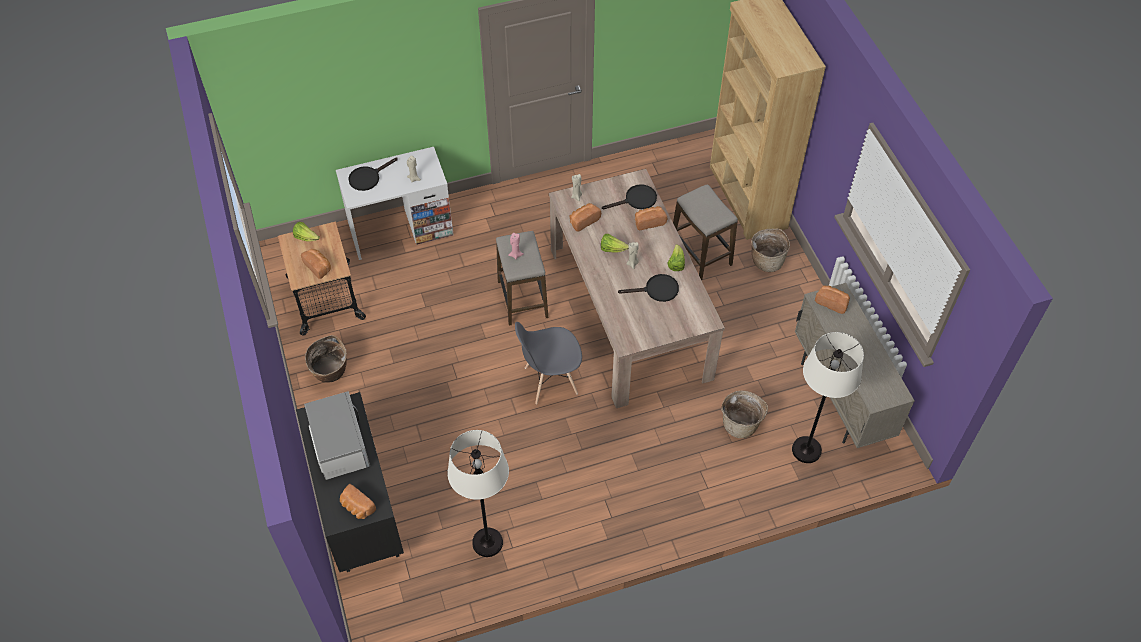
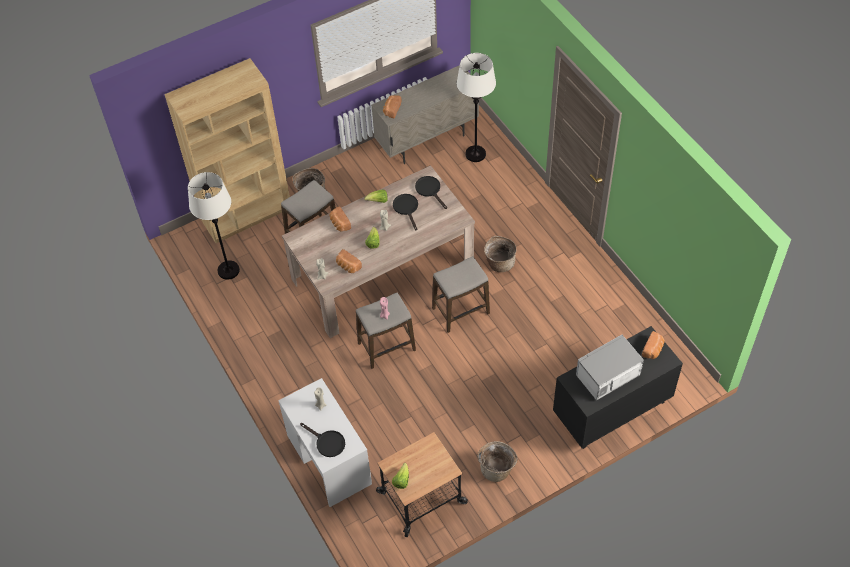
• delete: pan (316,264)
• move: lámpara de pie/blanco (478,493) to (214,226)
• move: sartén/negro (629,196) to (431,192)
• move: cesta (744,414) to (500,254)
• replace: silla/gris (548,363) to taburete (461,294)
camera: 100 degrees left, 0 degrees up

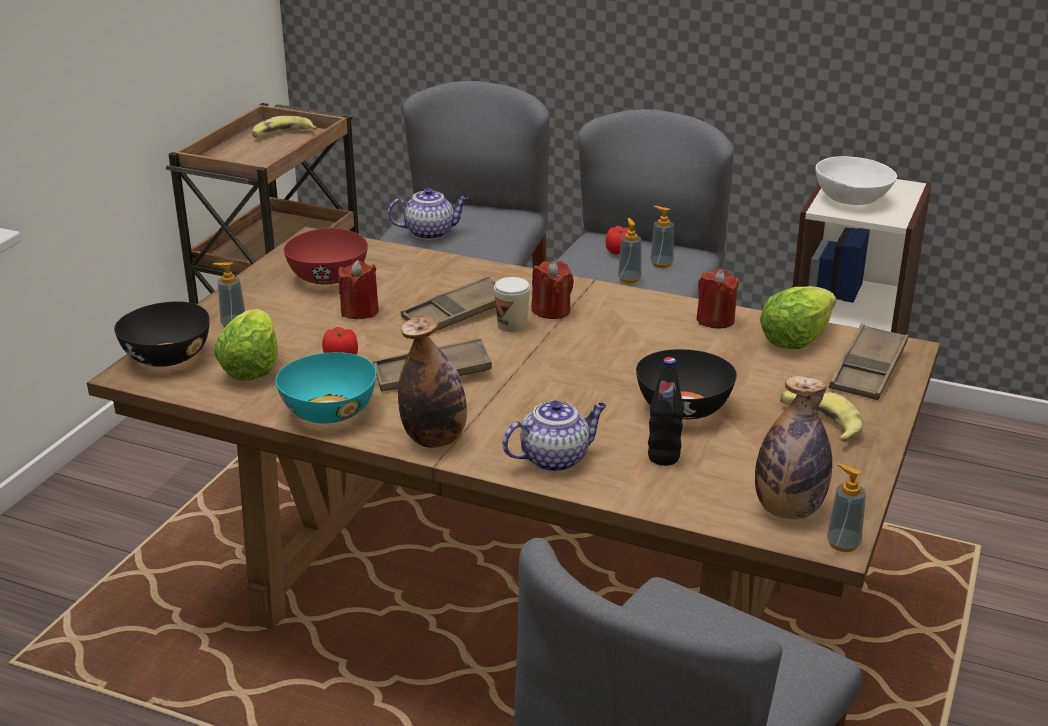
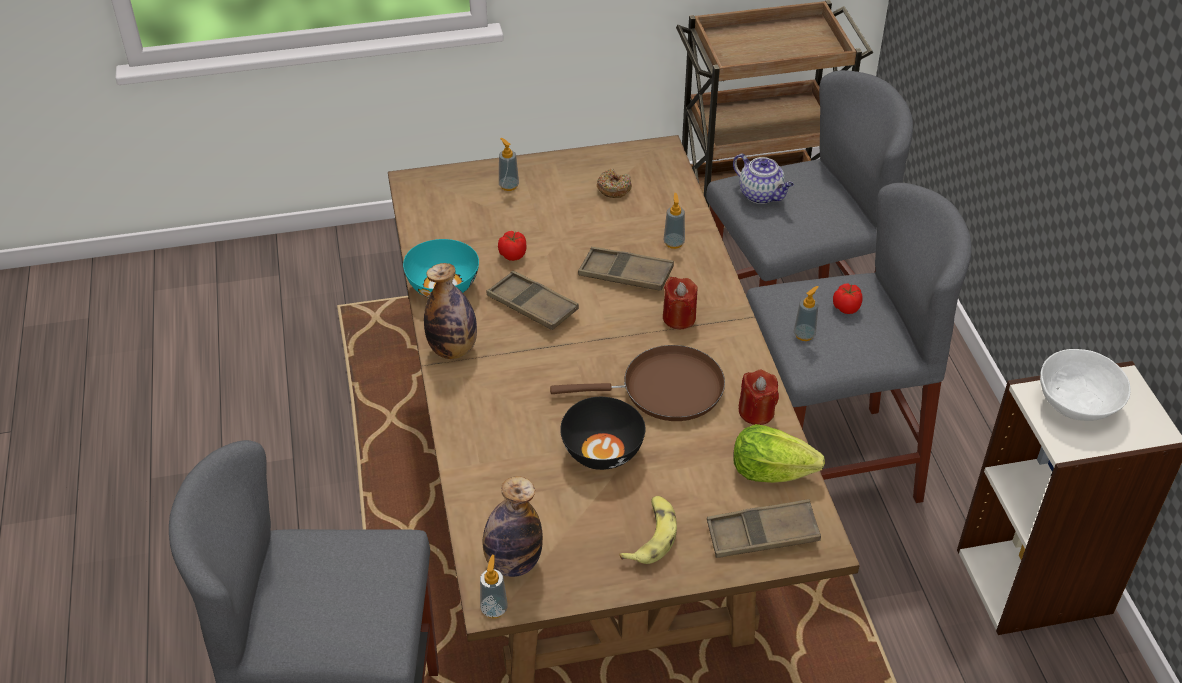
• delete: cuenco/negro (162,334)
• delete: lechuga (246,345)
• delete: plátano (284,127)
• delete: vela/rojo (358,289)
• delete: taza (512,304)
• delete: tetera (554,436)
• delete: botella/negro (666,411)
• insert: sartén/marrón (637,383)
• move: dispensador de jabón (662,237) to (674,221)
• replace: cuenco/rojo (326,256) to rosquilla (614,183)
camera: 55 degrees right, 15 degrees up

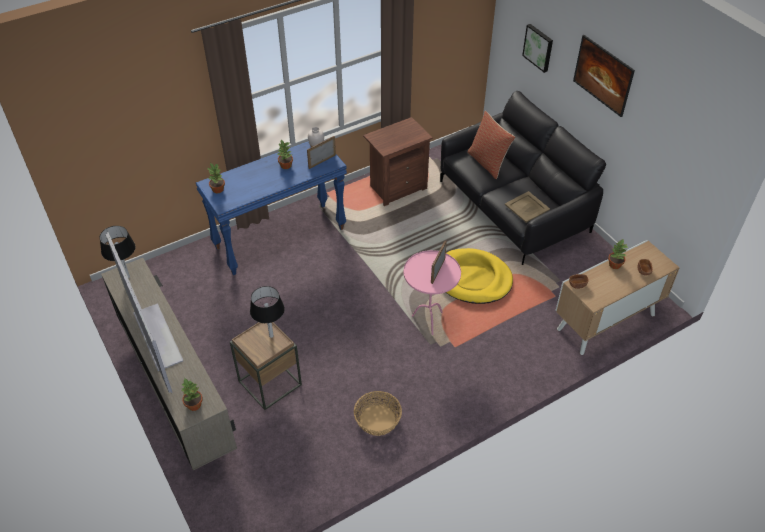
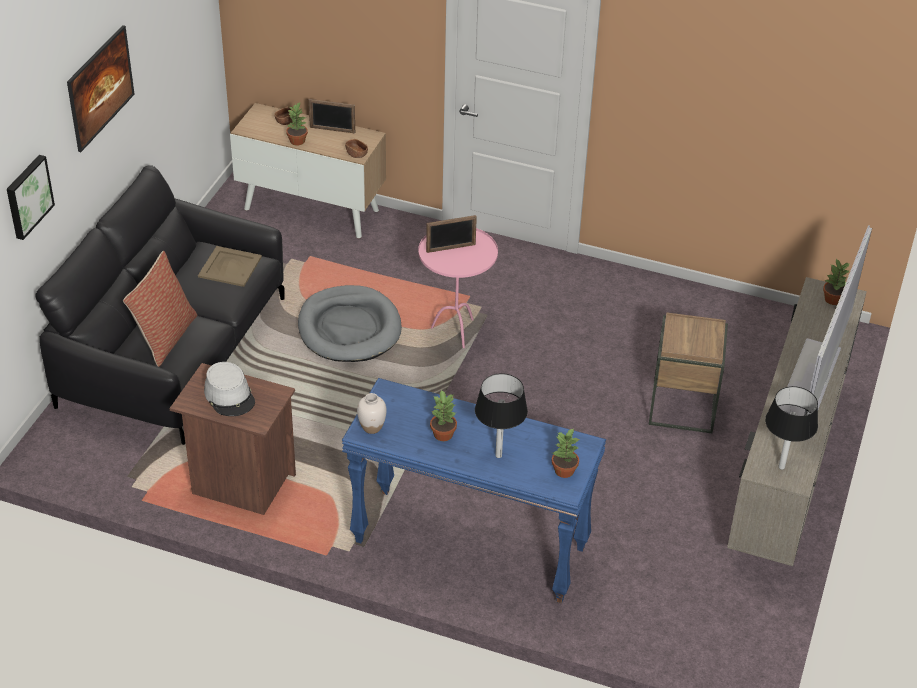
• delete: cesta (378,413)
• insert: sombrero/gris (229,389)
• move: lámpara de mesa/negro (267,312) to (501,415)
• move: portarretratos (321,152) to (332,116)
• recolor: cama para perro/amarillo (479,276) to cama para perro/gris (350,323)
camera: 130 degrees left, 5 degrees down

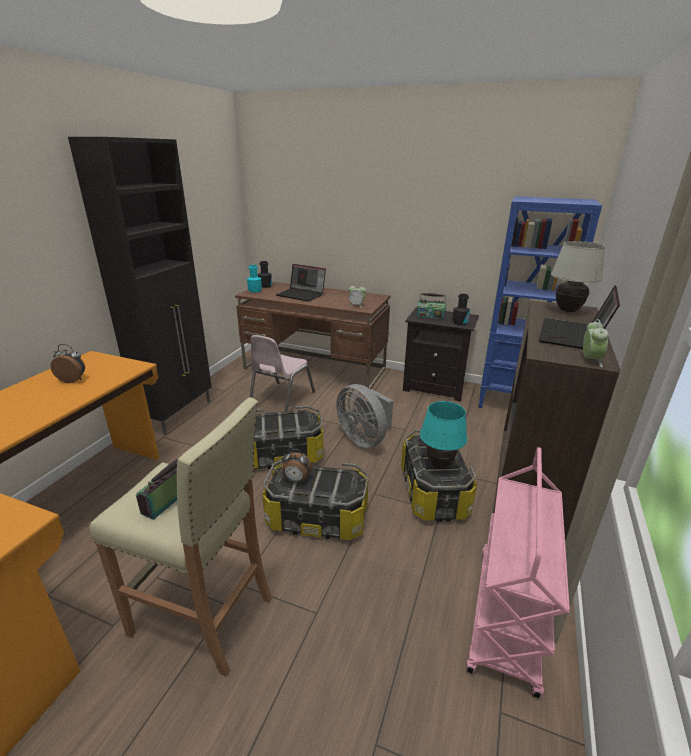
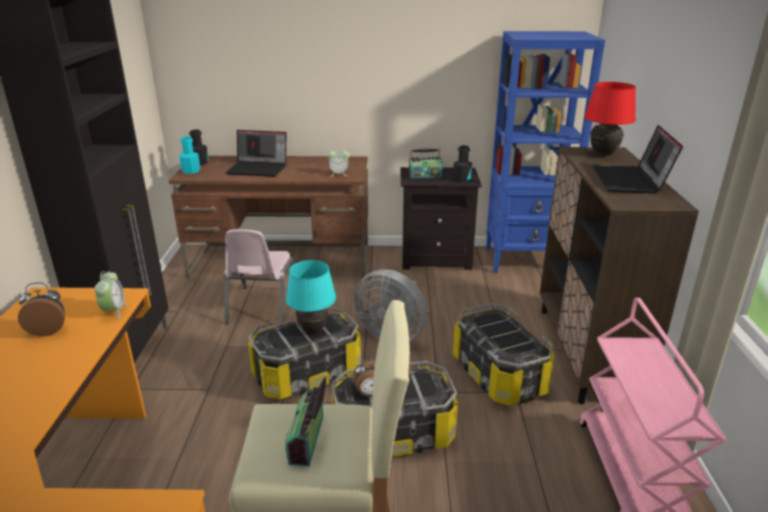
• move: lámpara de mesa/turquesa (443,435) to (311,297)
• move: despertador (595,343) to (110,295)
• recolor: lámpara de mesa/blanco (578,276) to lámpara de mesa/rojo (610,119)
camera: 20 degrees left, 0 degrees up

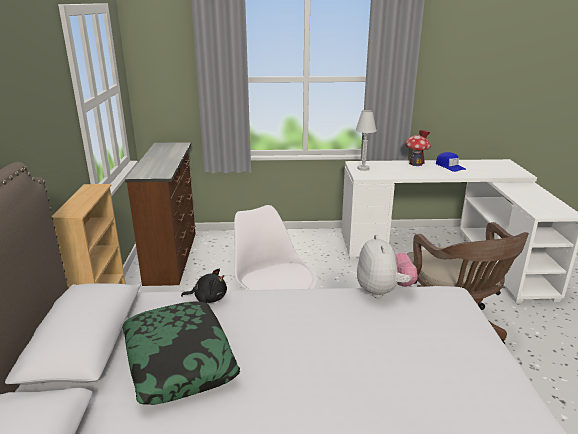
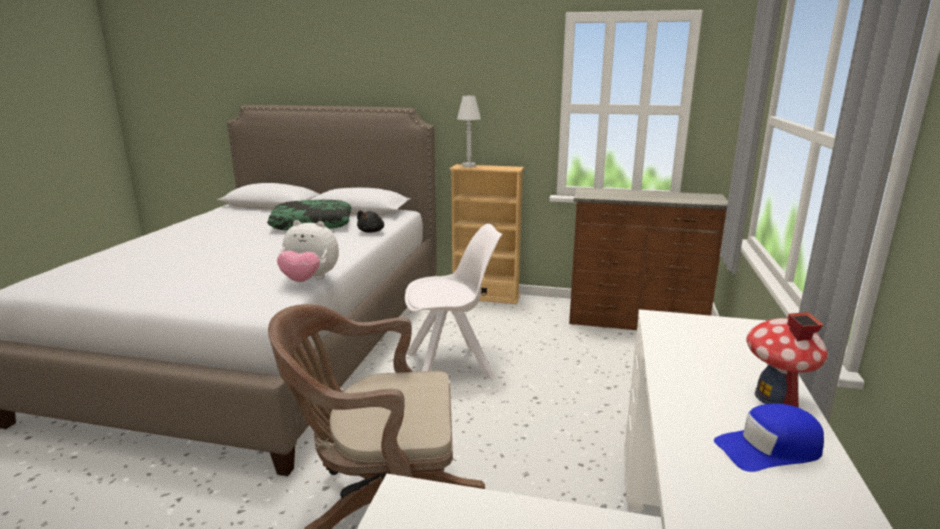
• move: lámpara de mesa/blanco (366,140) to (469,131)
camera: 105 degrees right, 5 degrees down

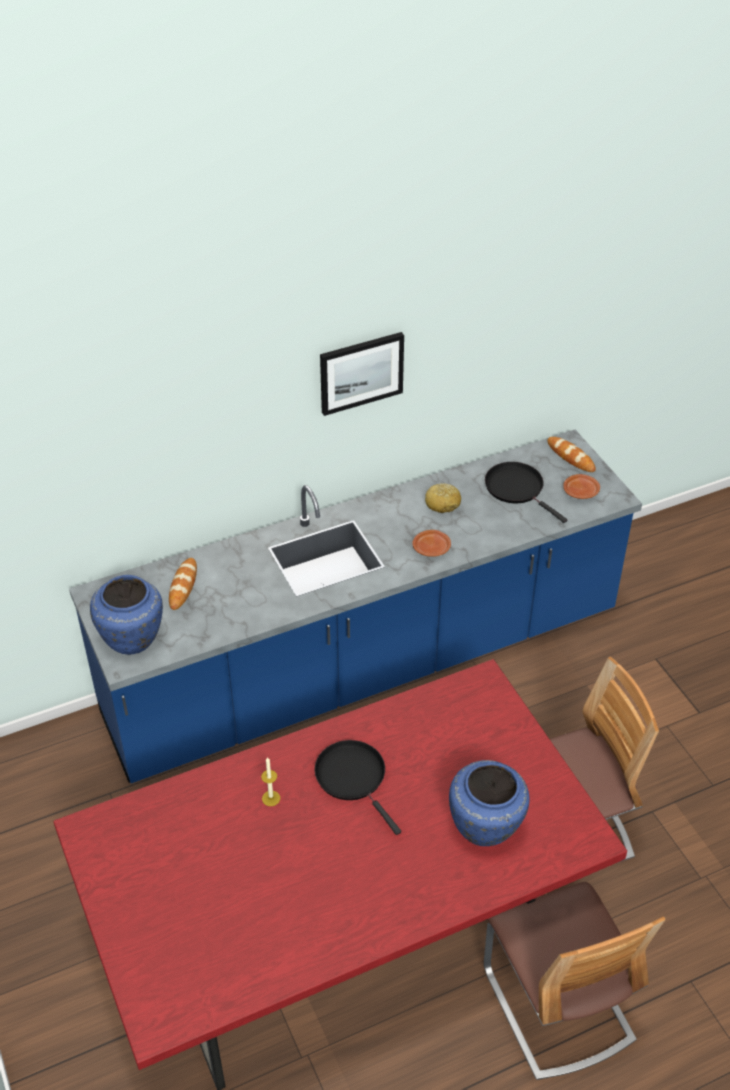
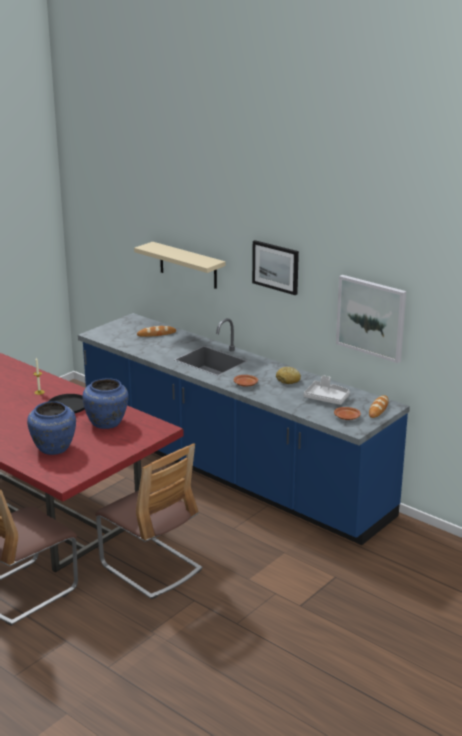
• insert: estante/beis (180,265)
• insert: cuadro (371,319)
• move: florero/azul (126,615) to (106,403)
• replace: sartén/negro (526,492) to bandeja/gris (326,390)
camera: 65 degrees right, 20 degrees down

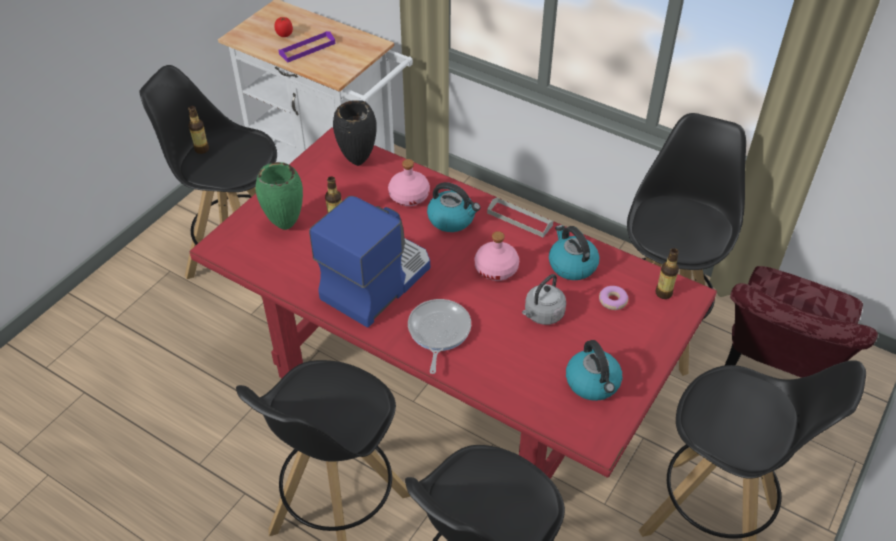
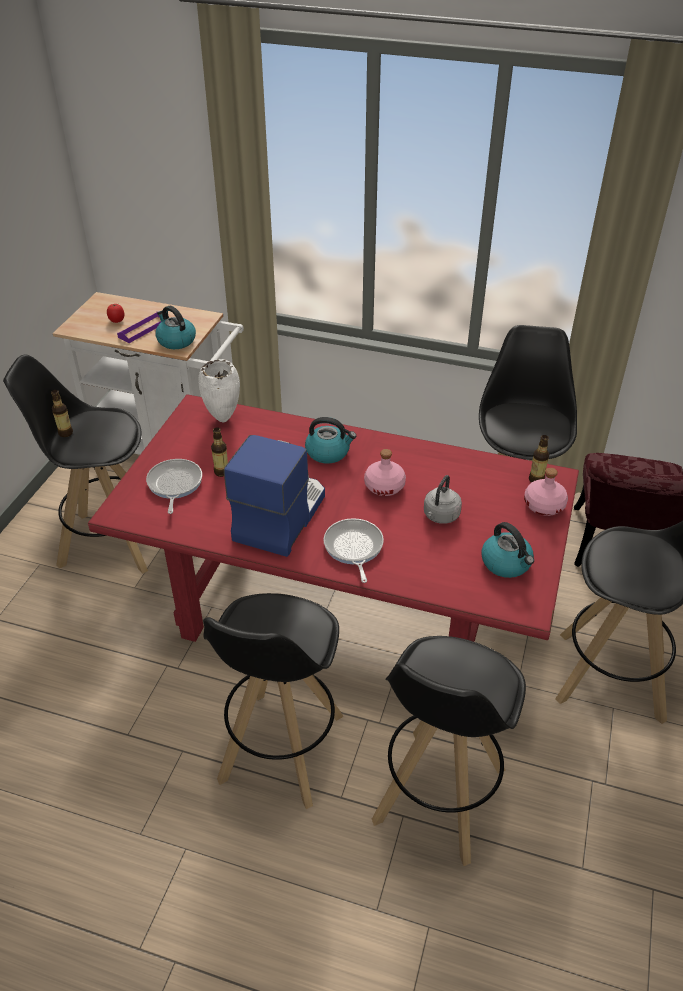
• delete: bandeja/gris (520,217)
• delete: rosquilla (614,298)
• move: botella/rosa (409,182) to (546,492)
• move: hervidor (574,252) to (175,327)
• replace: florero/verde (279,196) to sartén (174,486)
• recolor: florero/negro (355,133) to florero/blanco (219,391)
camera: 15 degrees left, 5 degrees down

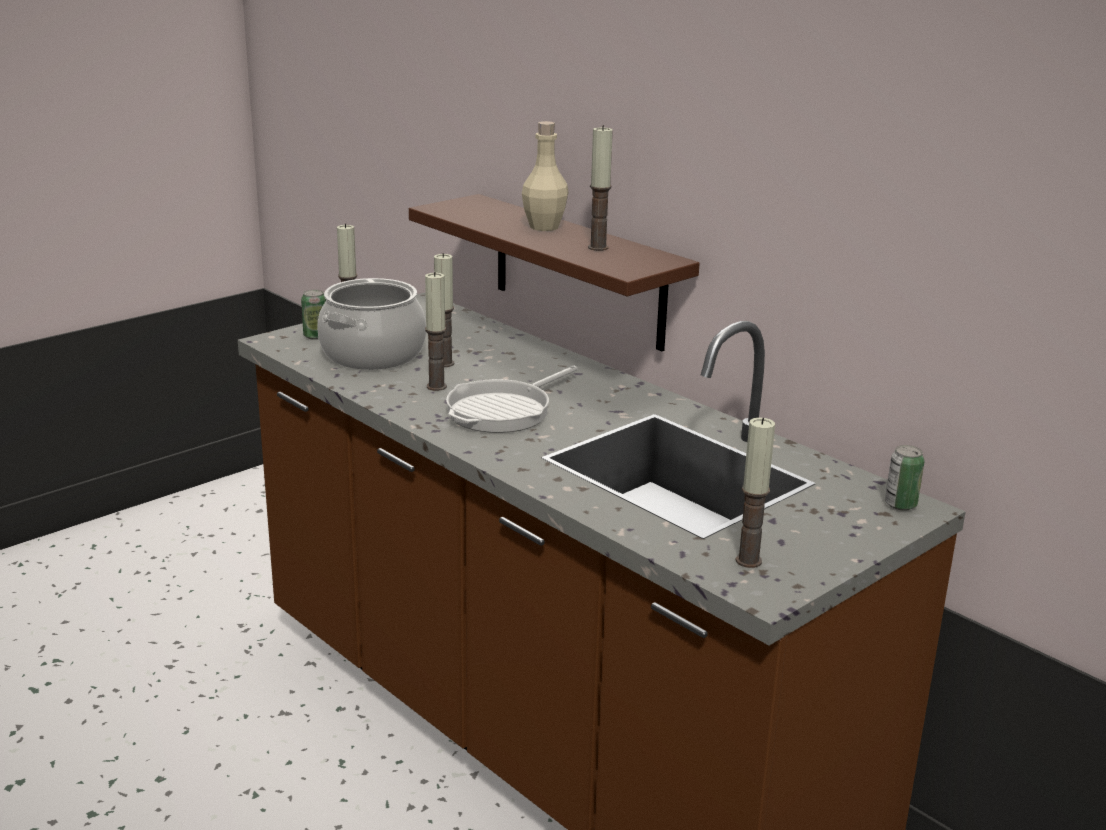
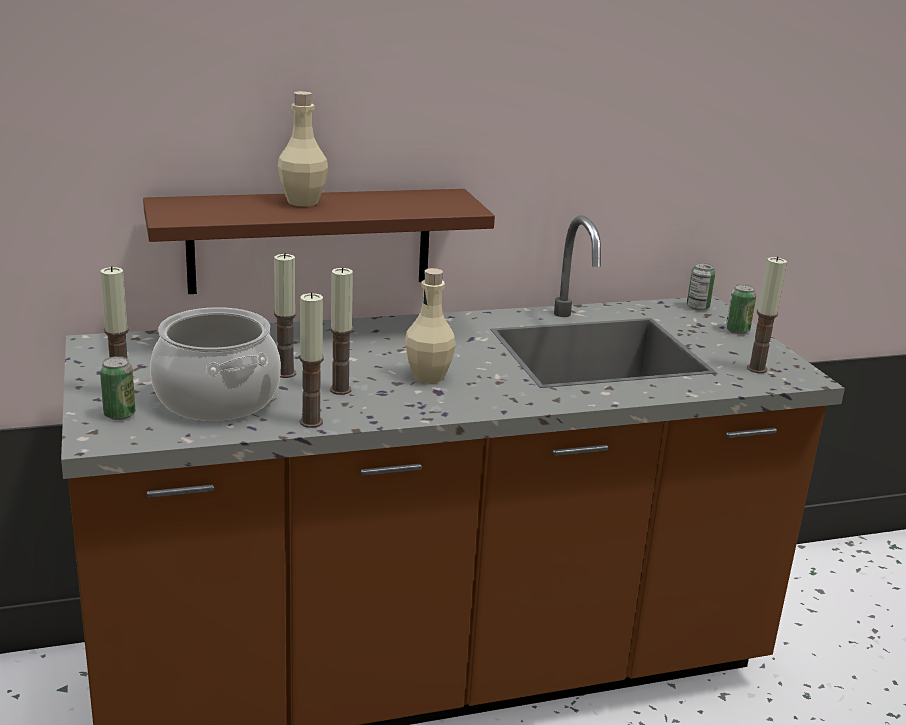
• insert: lata (741,309)
• move: vela (600,188) to (311,360)
• replace: sartén (512,399) to botella/beis (430,326)
camera: 65 degrees left, 0 degrees up

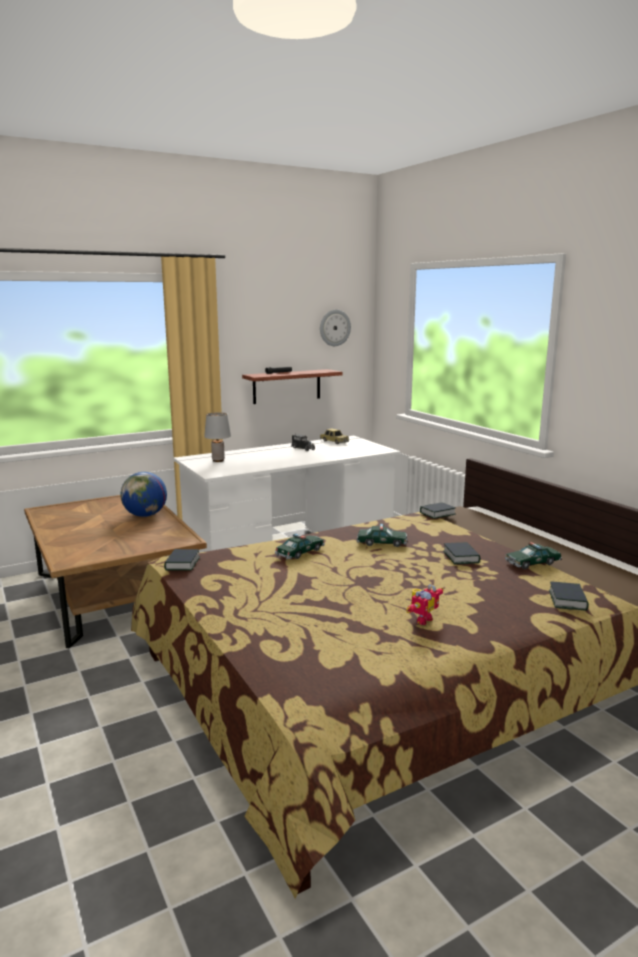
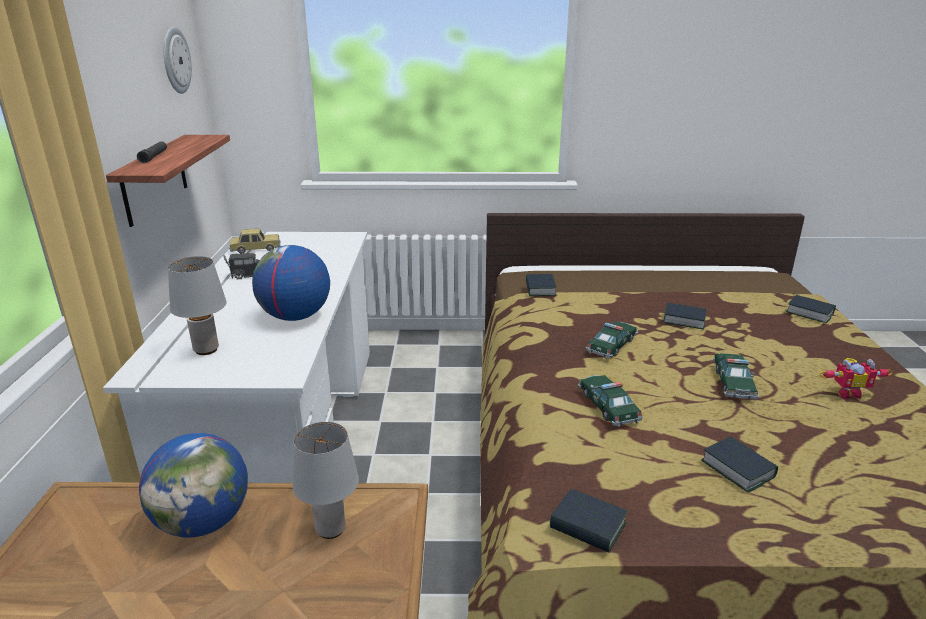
• insert: globo terráqueo (291,283)
• insert: lámpara de mesa/gris (326,480)
• insert: libro (740,464)
• move: coche de juguete (533,555) to (736,376)
• rotate: robot de juguete (425,604) = (856,378) 105 degrees clockwise
camera: 60 degrees left, 10 degrees up

